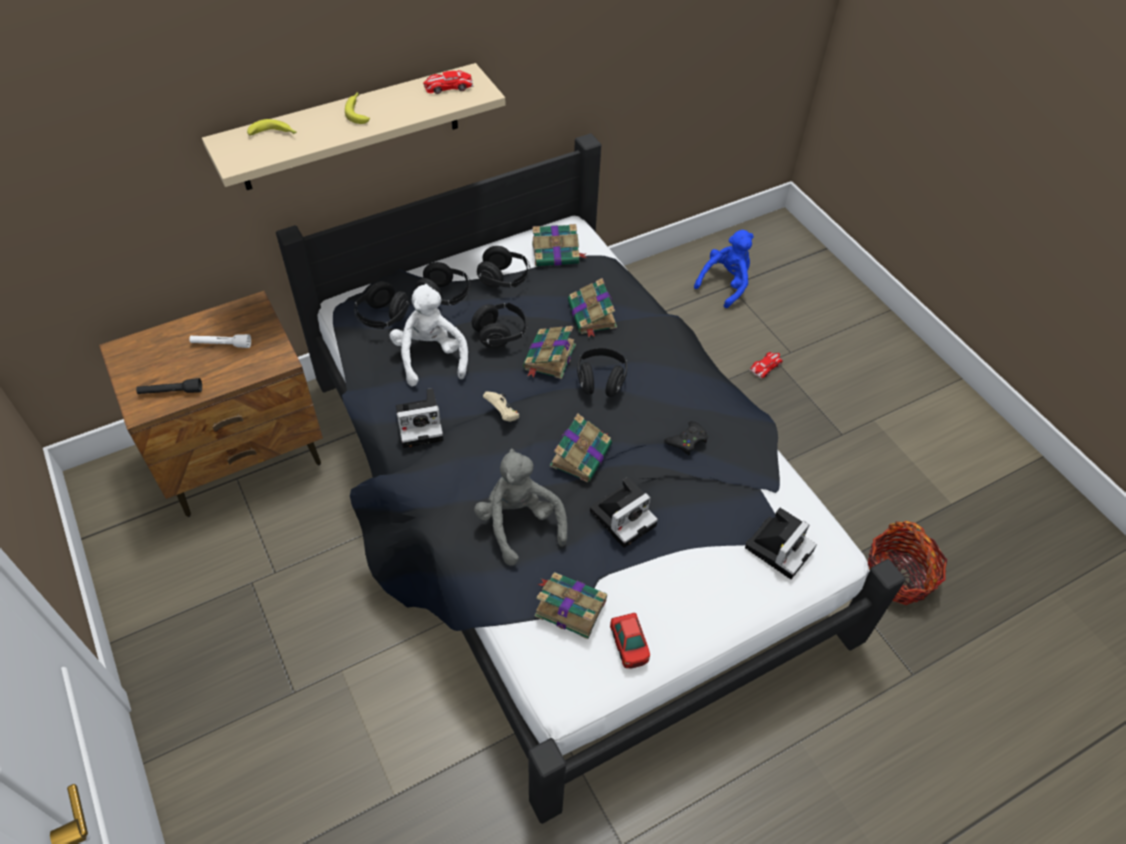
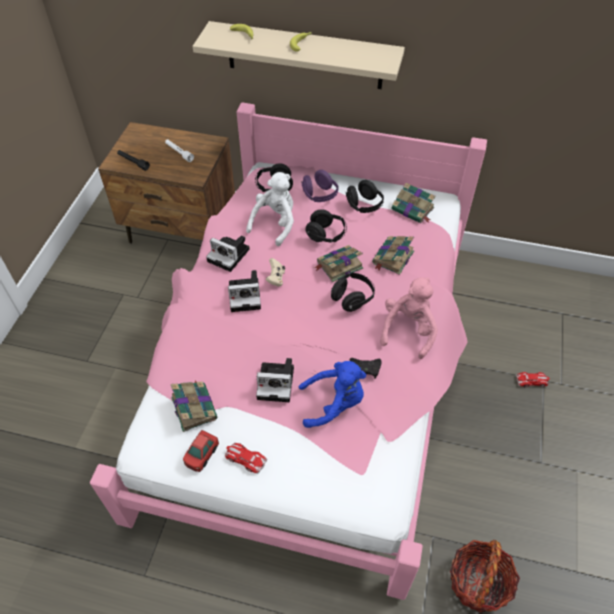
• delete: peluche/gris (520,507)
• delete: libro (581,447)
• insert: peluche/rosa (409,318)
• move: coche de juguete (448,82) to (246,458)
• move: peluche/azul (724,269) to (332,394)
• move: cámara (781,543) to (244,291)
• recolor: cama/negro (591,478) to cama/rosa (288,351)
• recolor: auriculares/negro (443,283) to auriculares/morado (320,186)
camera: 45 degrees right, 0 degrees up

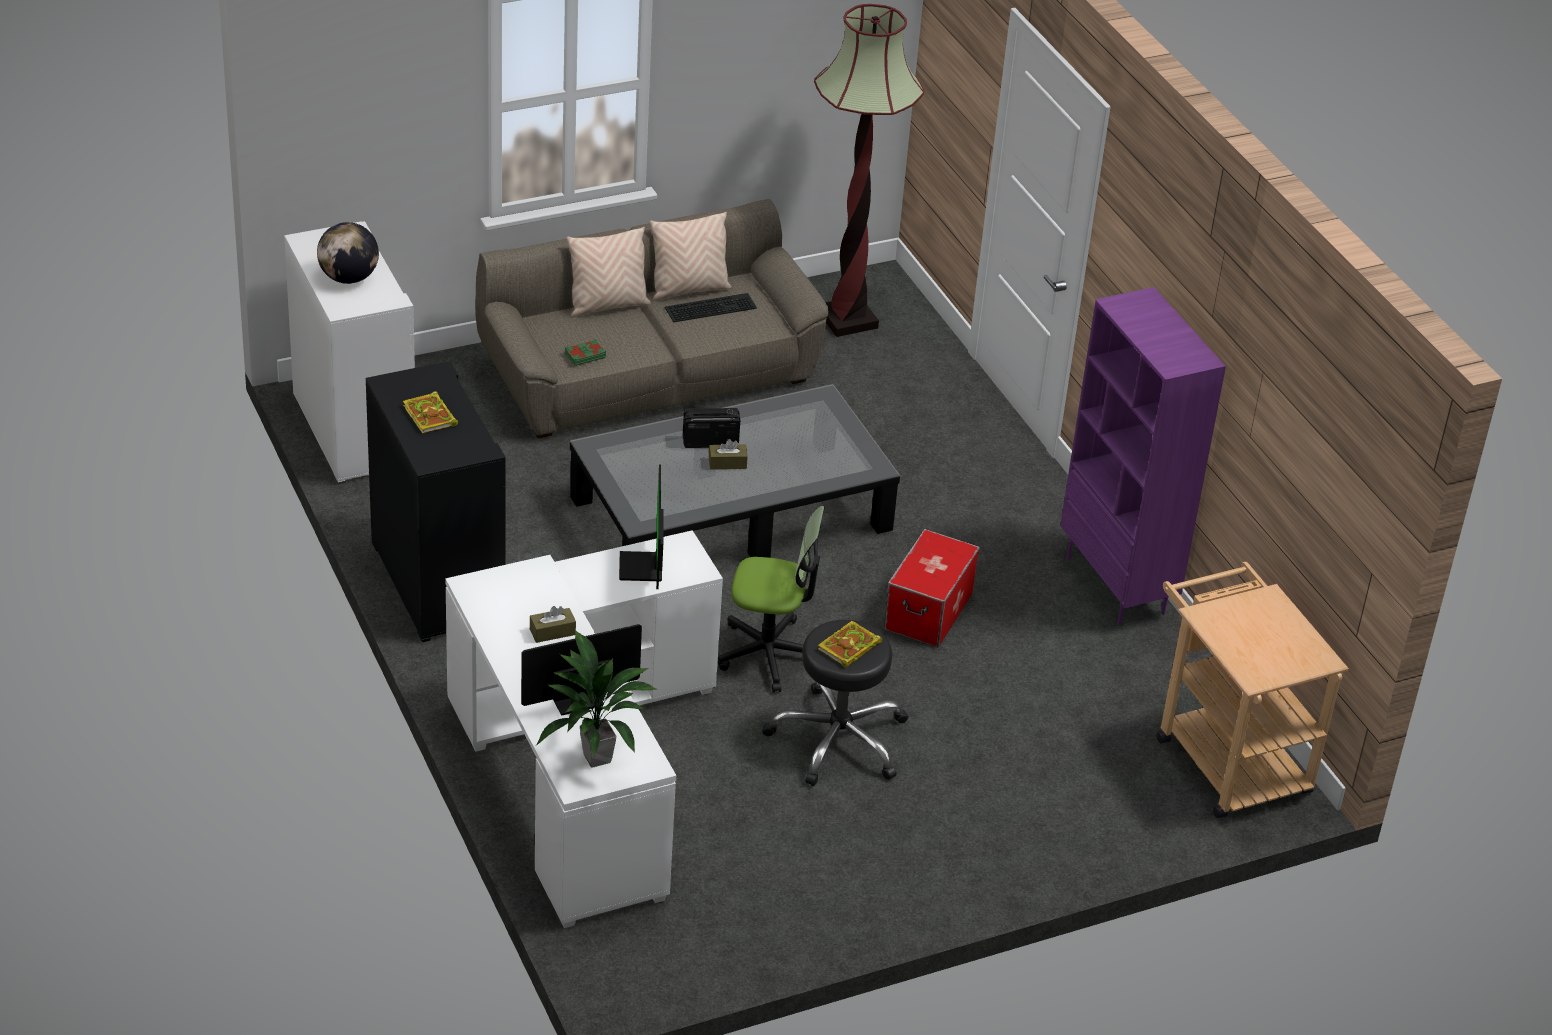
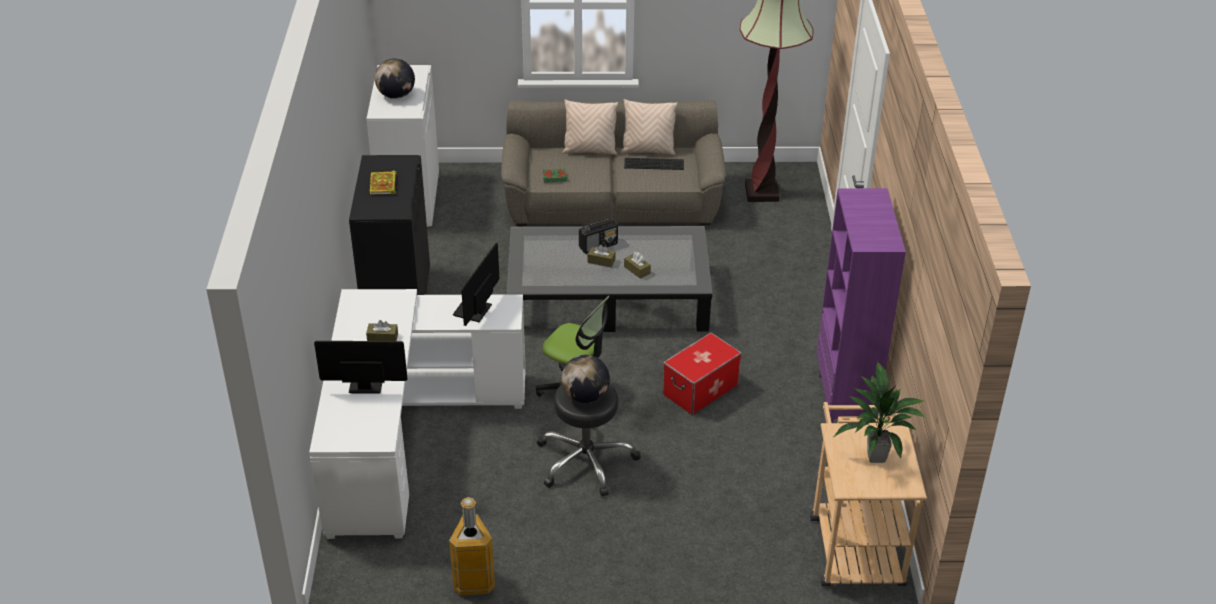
• insert: papelera (472,546)
• insert: caja de pañuelos/marrón (637,265)
• move: planta en maceta (597,699) to (879,412)
• replace: libro (850,644) to globo terráqueo (585,379)
• rotate: radio (711,428) = (598,236) 135 degrees clockwise
camera: 25 degrees right, 0 degrees up

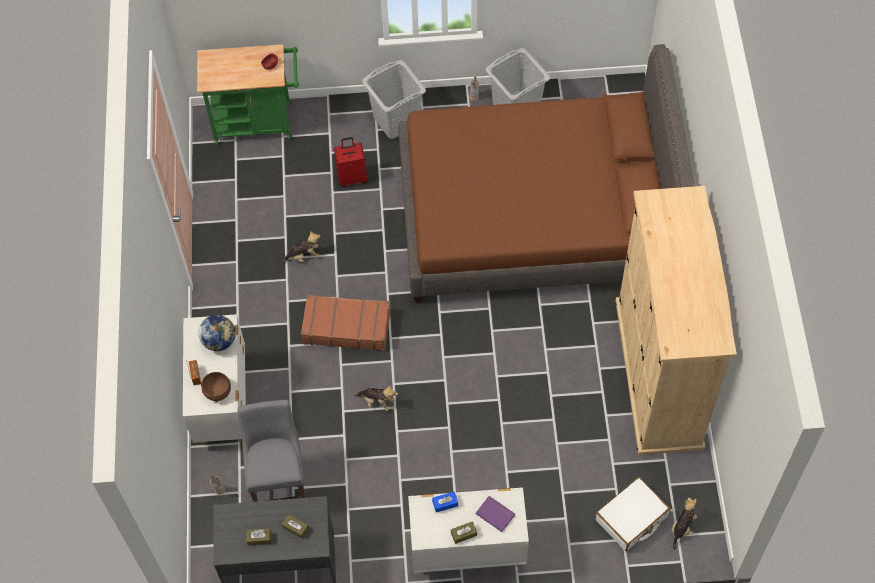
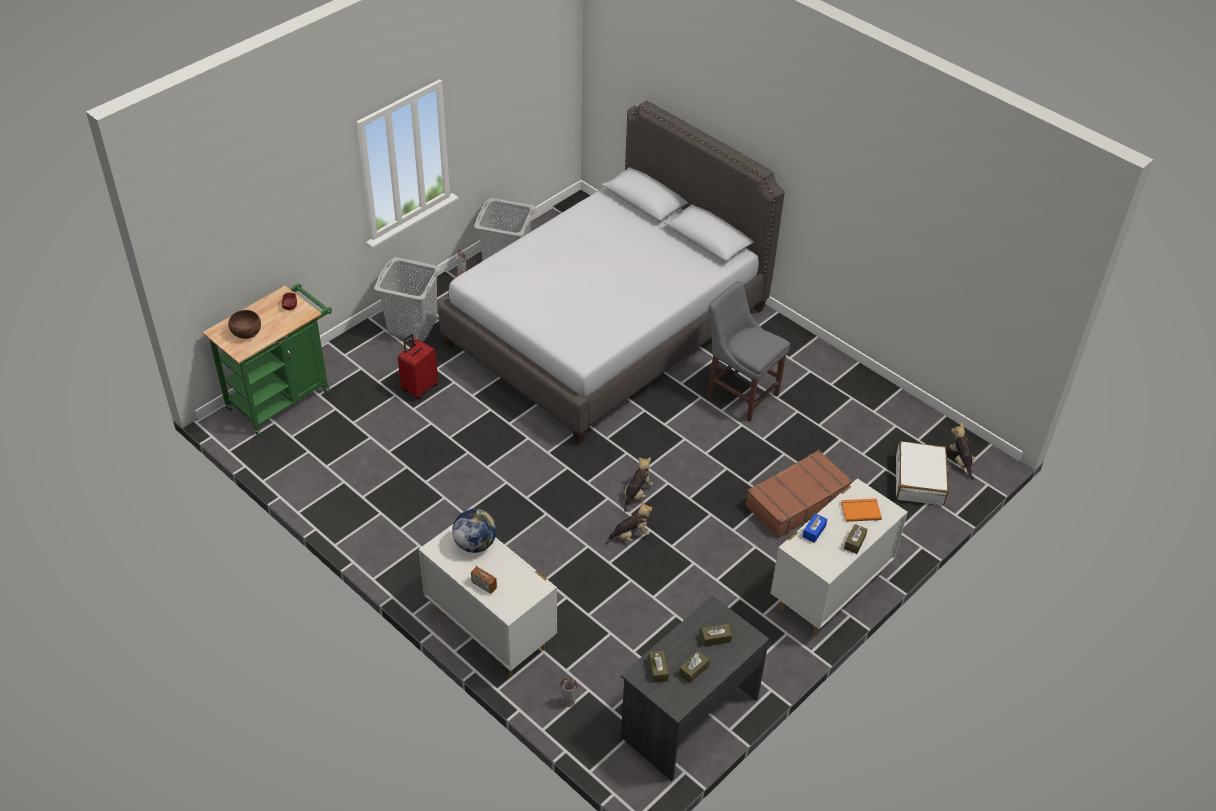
• delete: armario ropero/beis (676,320)
• insert: caja de pañuelos/marrón (659,667)
• move: cuenco/marrón (216,387) to (244,324)
• move: silla/gris (271,451) to (748,351)
• move: peluche (301,247) to (638,484)
• move: maleta/marrón (345,323) to (799,494)
• recolor: cama/marrón (546,173) to cama/gris (612,272)
• recolor: libro/morado (495,514) to libro/naranja (861,510)
camera: 45 degrees left, 15 degrees down

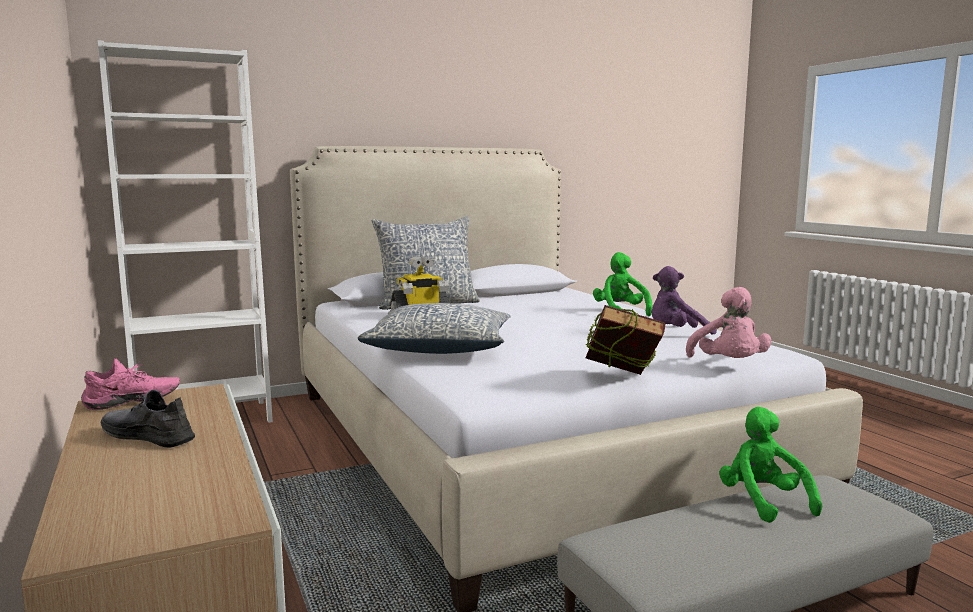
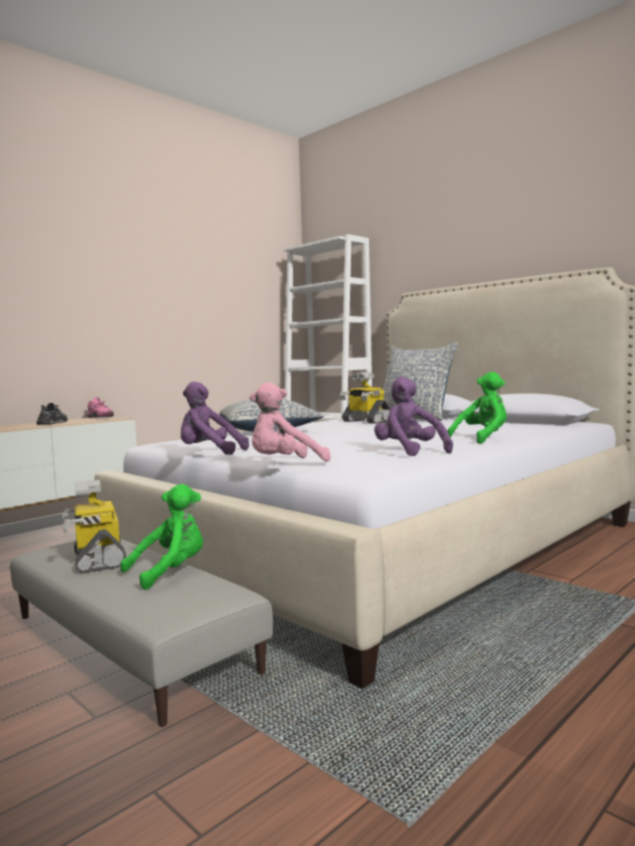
• insert: robot de juguete (94,526)
• replace: libro (625,340) to peluche/morado (215,418)
camera: 70 degrees right, 5 degrees down

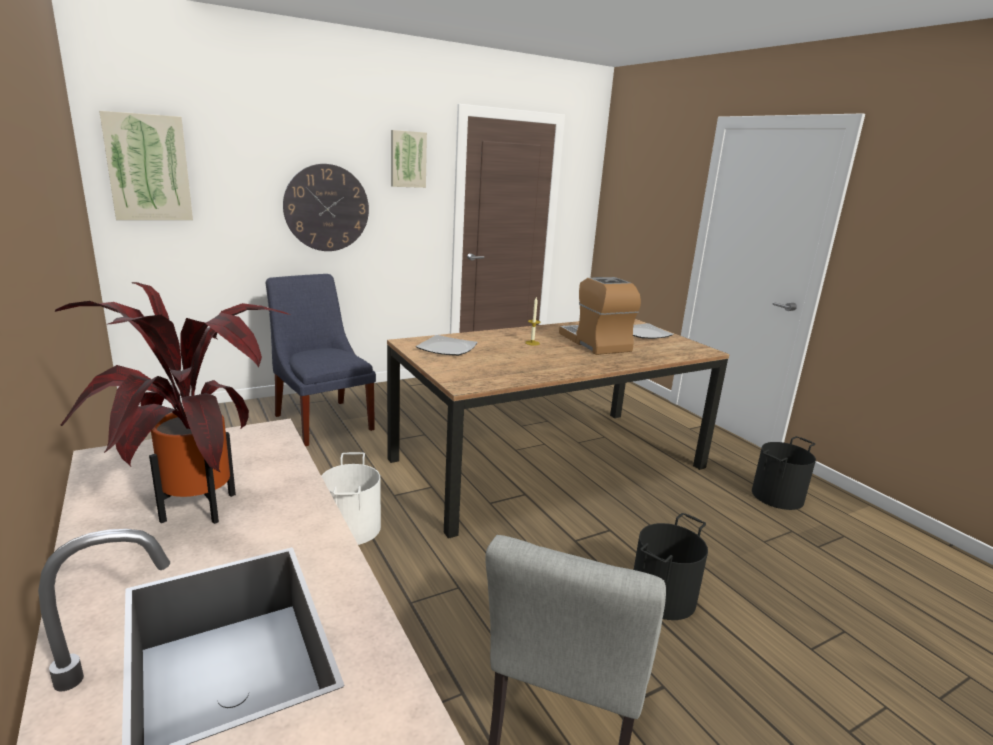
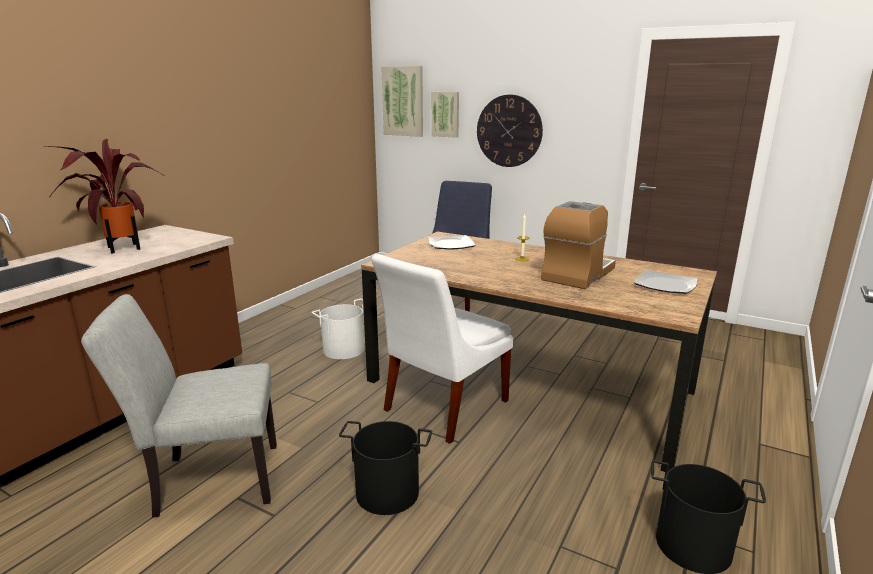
• insert: silla/blanco (442,349)
• move: cuadro (409,159) to (445,115)
camera: 60 degrees right, 0 degrees up

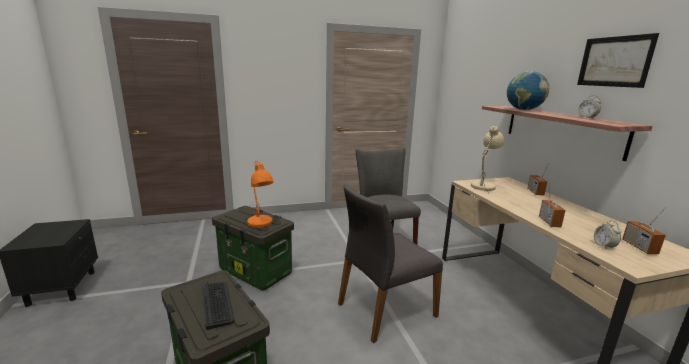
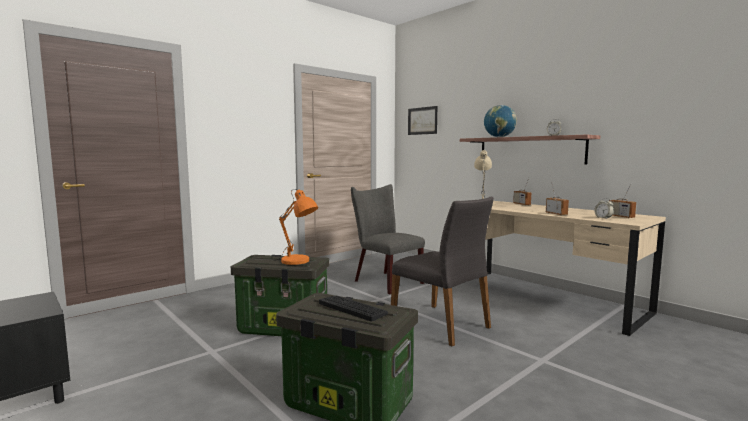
• move: cuadro (618,60) to (422,120)
• rotate: silla/gris (390,263) = (442,272) 75 degrees counterclockwise
camera: 25 degrees left, 10 degrees down

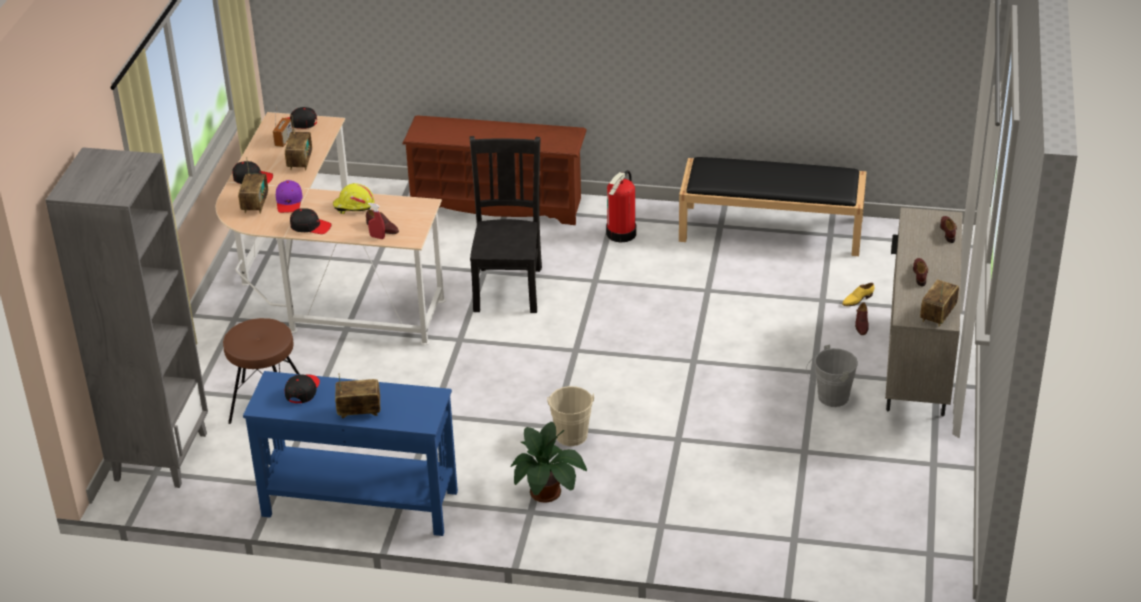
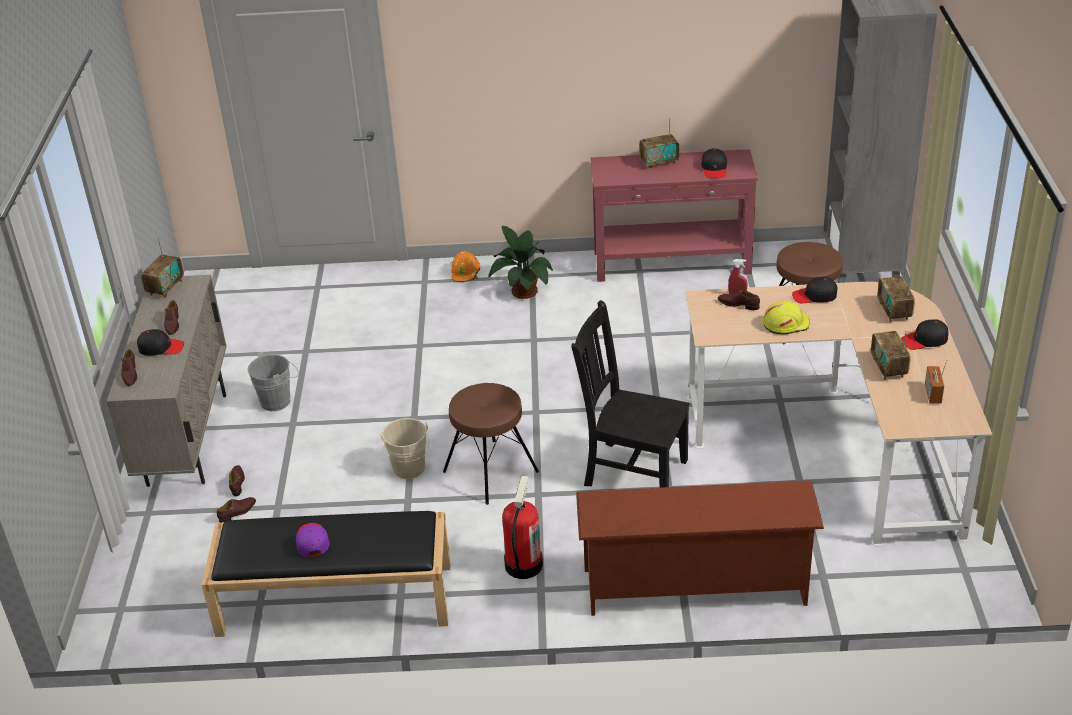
• insert: taburete/marrón (491,444)
• insert: casco/naranja (465,266)
• move: gorra/morado (289,196) to (313,540)
• move: gorra/negro (302,118) to (160,342)
• move: cubo/beis (570,416) to (404,448)
• recolor: mesa consola/azul (350,453) to mesa consola/rojo (674,215)
• recolor: zapato/amarillo (858,294) to zapato/marrón (236,509)
• rotate: silla/negro (505,224) = (630,394) 120 degrees clockwise
camera: 170 degrees right, 0 degrees up

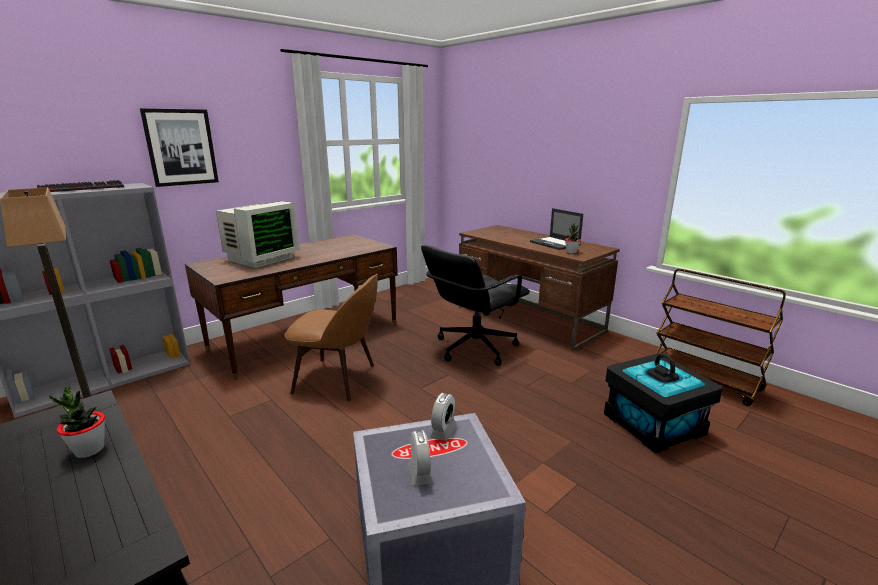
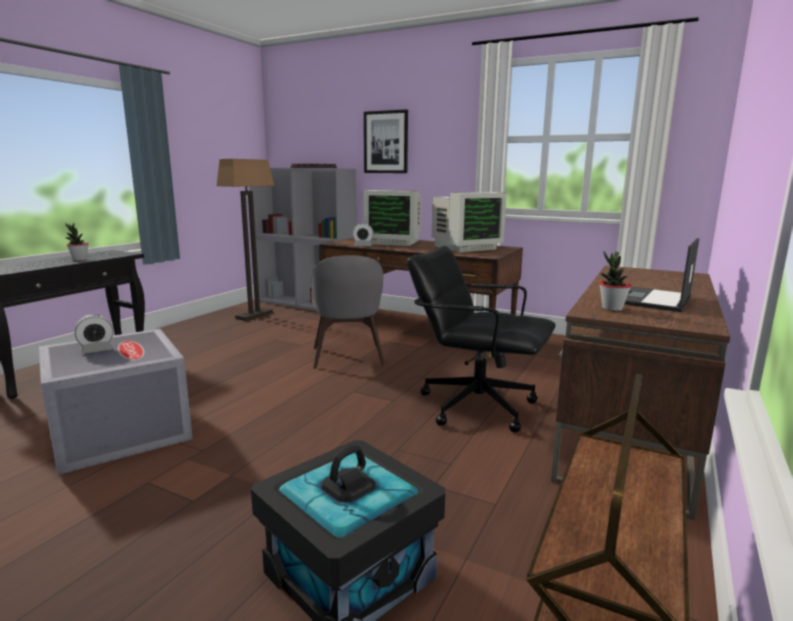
• insert: monitor (469,222)
• move: despertador (443,417) to (363,234)
• recolor: silla/marrón (331,337) to silla/gris (348,312)
camera: 70 degrees right, 5 degrees down

